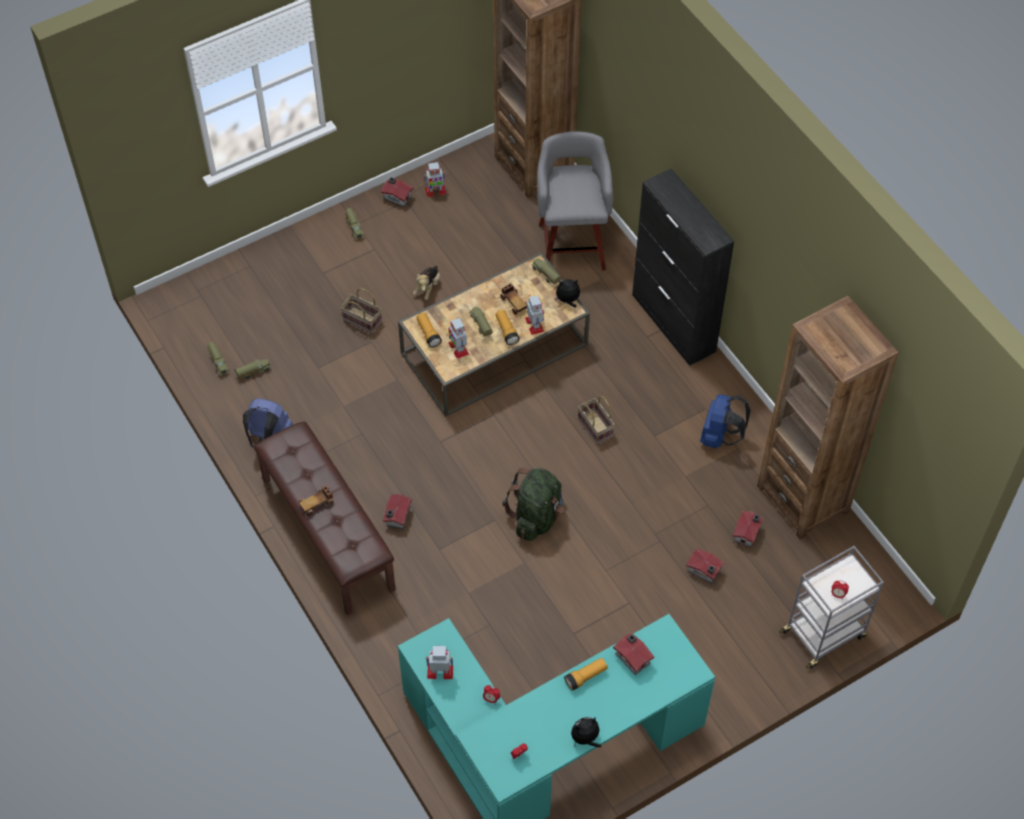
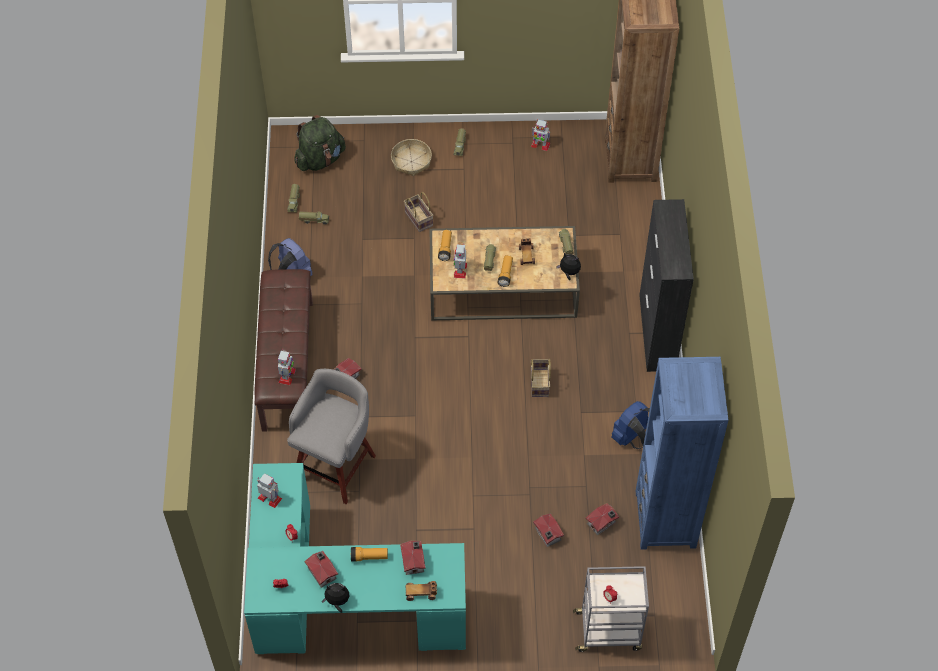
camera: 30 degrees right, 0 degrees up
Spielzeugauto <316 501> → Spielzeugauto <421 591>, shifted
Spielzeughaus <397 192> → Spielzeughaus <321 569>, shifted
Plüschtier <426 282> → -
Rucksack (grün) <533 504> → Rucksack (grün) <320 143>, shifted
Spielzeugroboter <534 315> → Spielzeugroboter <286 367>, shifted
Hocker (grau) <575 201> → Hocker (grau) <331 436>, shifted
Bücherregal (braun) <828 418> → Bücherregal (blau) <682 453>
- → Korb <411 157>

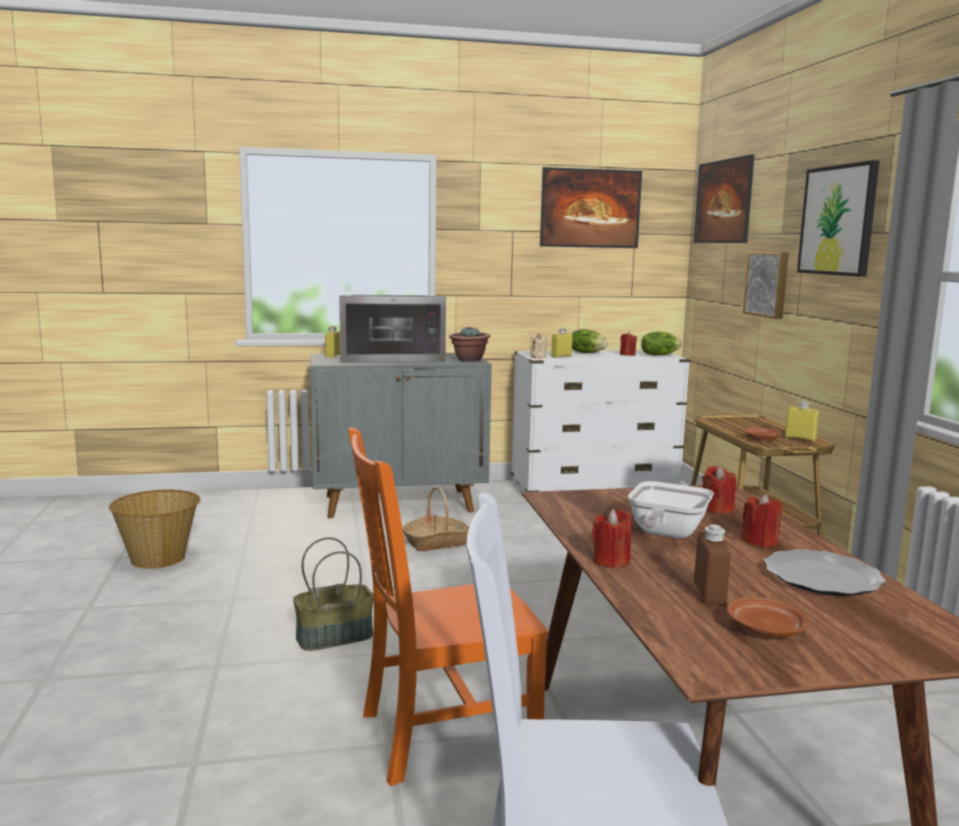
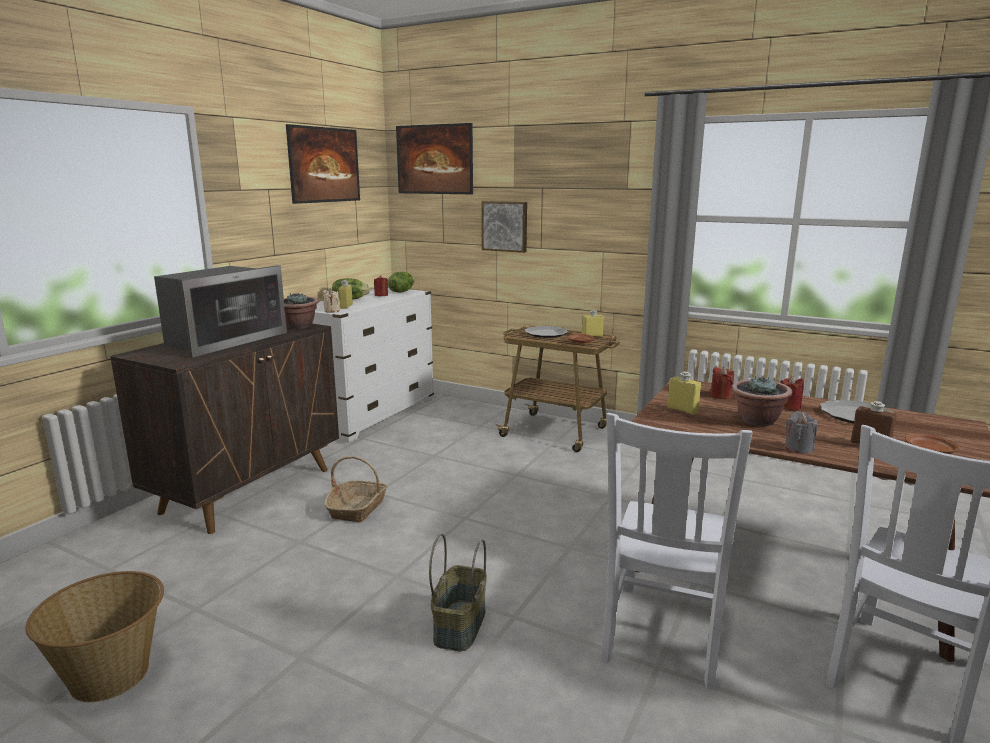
camera: 50 degrees left, 5 degrees up
Schrank (grau) <401 436> → Schrank (braun) <224 429>
Flasche (gelb) <332 342> → Flasche (gelb) <684 393>, shifted
Stuhl (orange) <448 606> → Stuhl (weiß) <677 551>
Kerze (rot) <612 538> → Kerze (grau) <801 432>
Pfanne <671 510> → Topfpflanze <761 401>
Bild <838 218> → -
- → Teller <546 332>

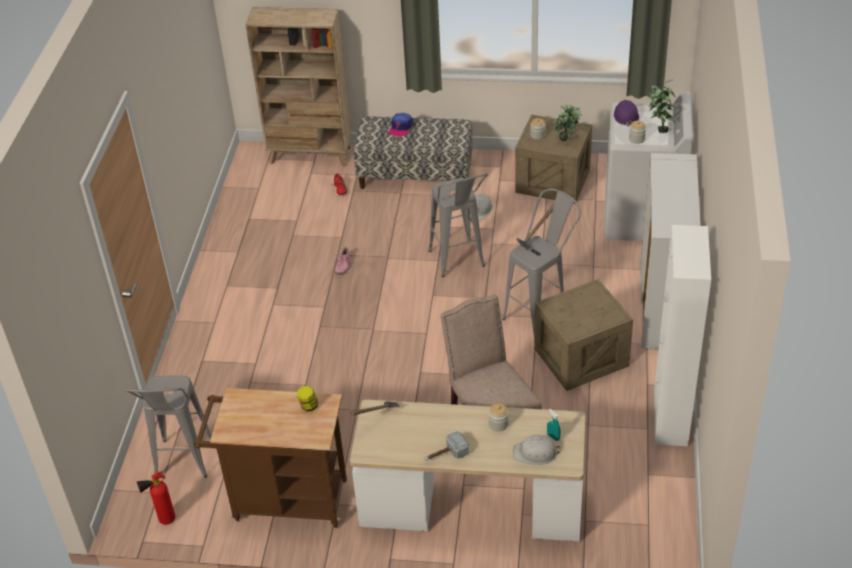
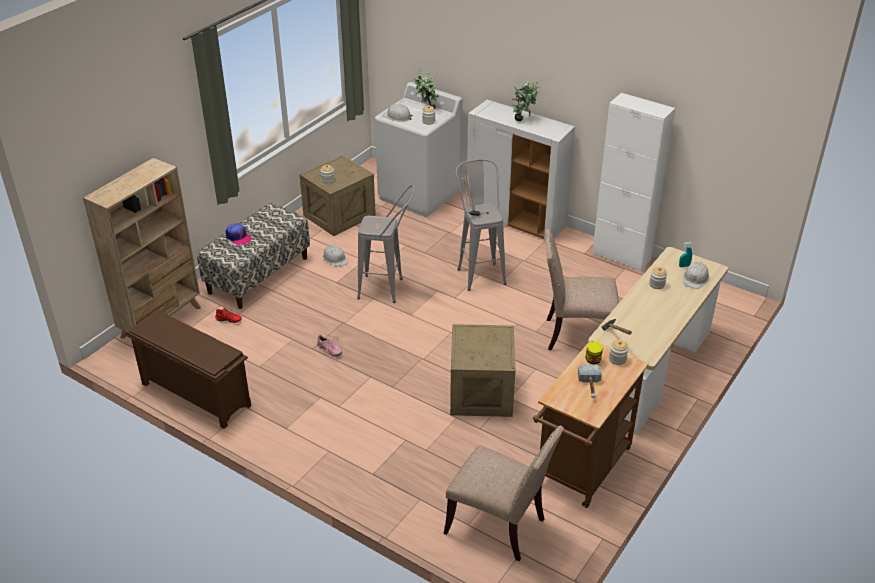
camera: 65 degrees left, 5 degrees down
Hocker (grau) <167 427> → Stuhl (beige) <503 493>
Feuerlöscher <156 498> → -
Hammer <446 446> → Hammer <590 381>, shifted
Kiste <583 335> → Kiste <482 370>, shifted
Topfpflanze <567 122> → Topfpflanze <526 101>, shifted
Schutzhelm (lila) <626 113> → Schutzhelm (weiß) <398 113>
- → Schuhregal (braun) <188 369>
- → Vorratsglas <619 352>

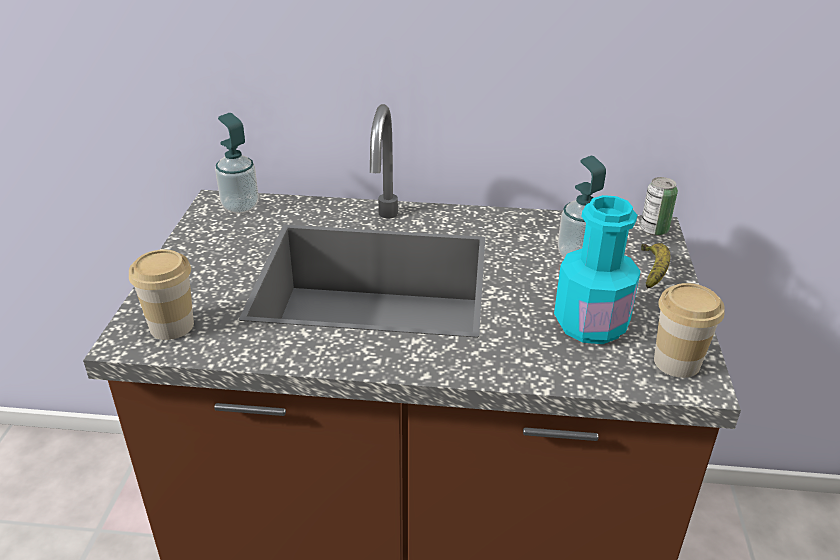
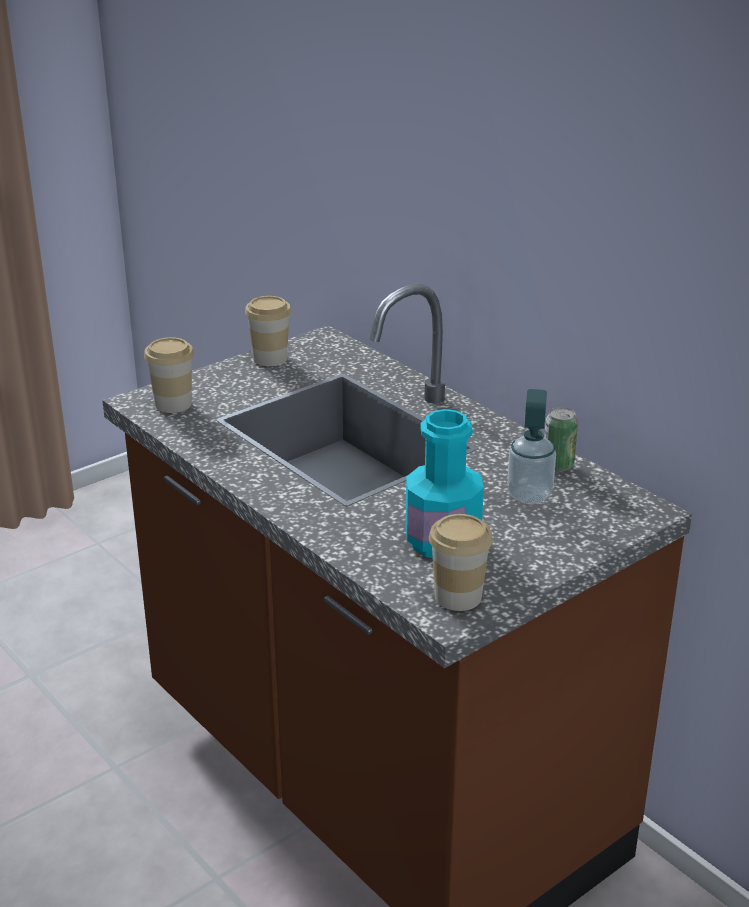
camera: 45 degrees right, 5 degrees down
Seifenspender <237 163> → -
Dose <659 206> → Dose <561 439>, shifted
Banane <655 266> → -
- → Tasse <268 331>

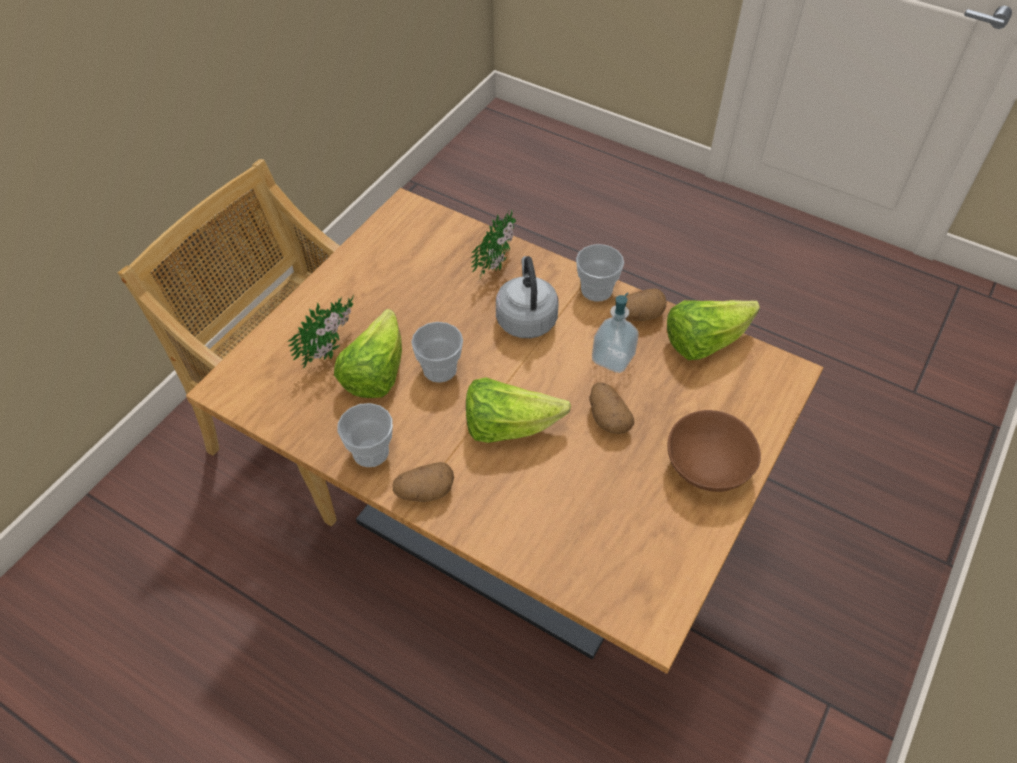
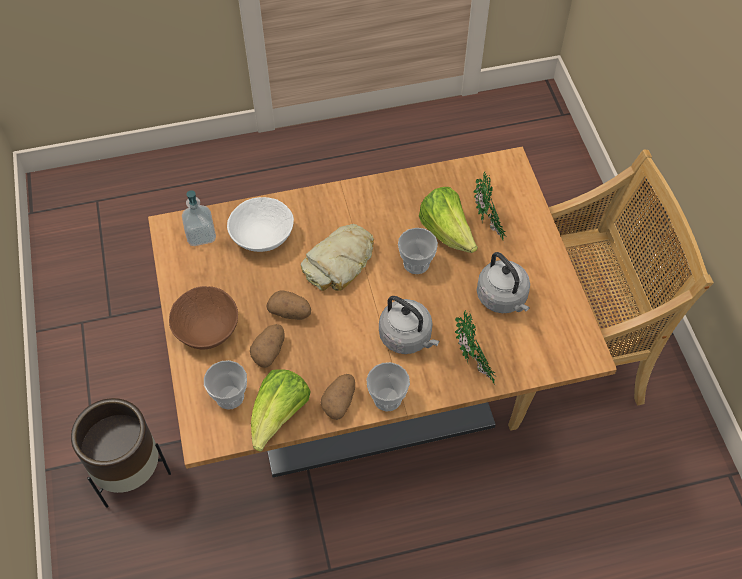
camera: 135 degrees right, 5 degrees up
Tasse <365 435> → Tasse <225 384>, shifted
Kartoffel <423 482> → Kartoffel <267 346>, shifted
Salatkopf <518 410> → Brot <337 257>
Seifenspender <615 333> → Seifenspender <199 218>, shifted
- → Pflanzkübel (braun) <121 453>
- → Schüssel (weiß) <260 224>
- → Wasserkessel (grau) <503 282>

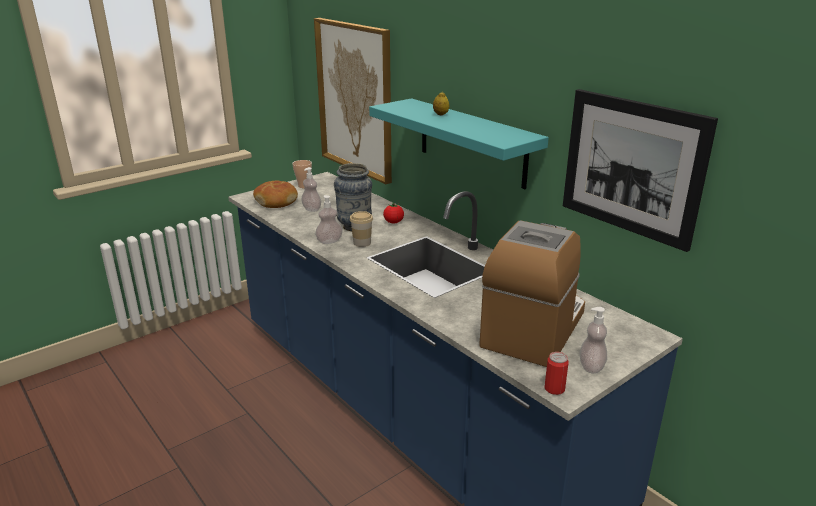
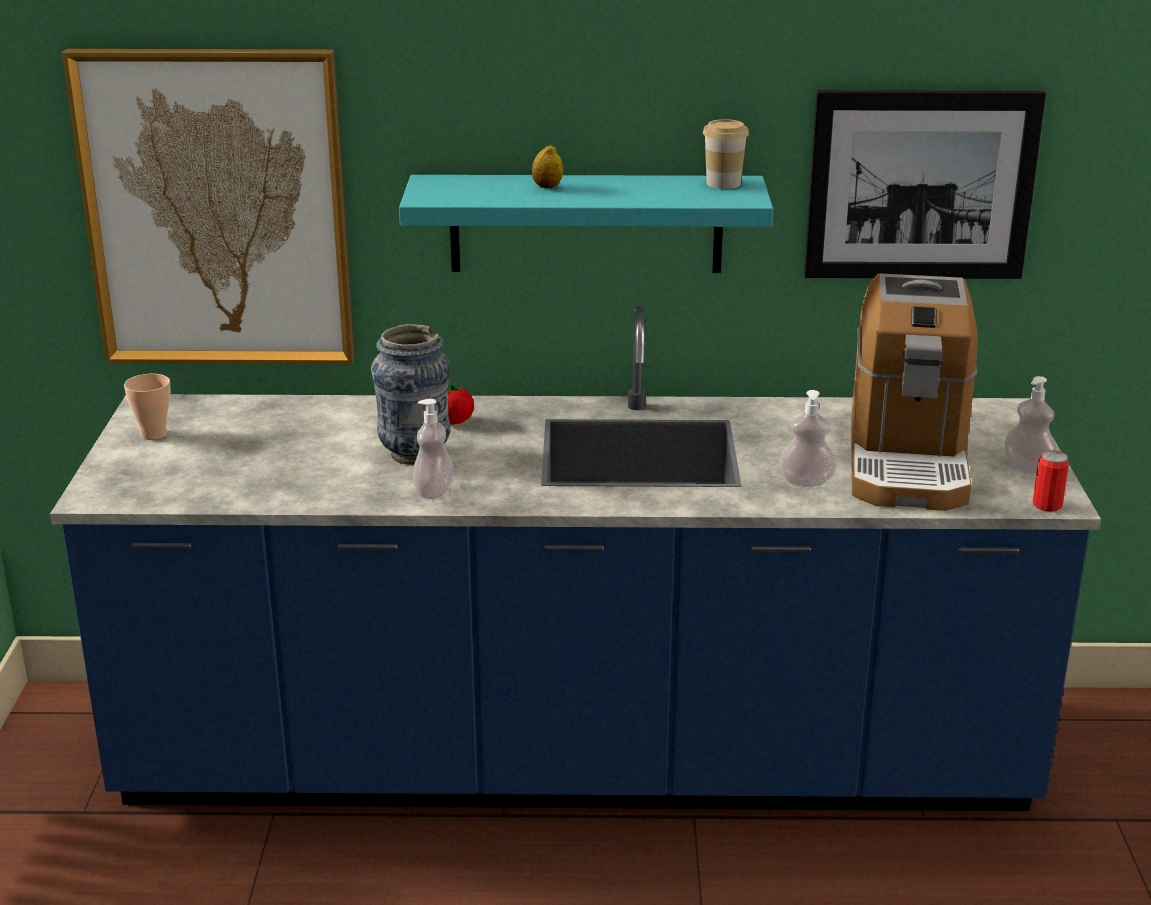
camera: 50 degrees left, 0 degrees up
Brot <275 194> → -
Seifenspender <311 189> → Seifenspender <807 438>, shifted
Tasse <361 229> → Tasse <726 154>, shifted
Kaffeemaschine <532 293> → Kaffeemaschine <914 392>, 150 degrees counterclockwise

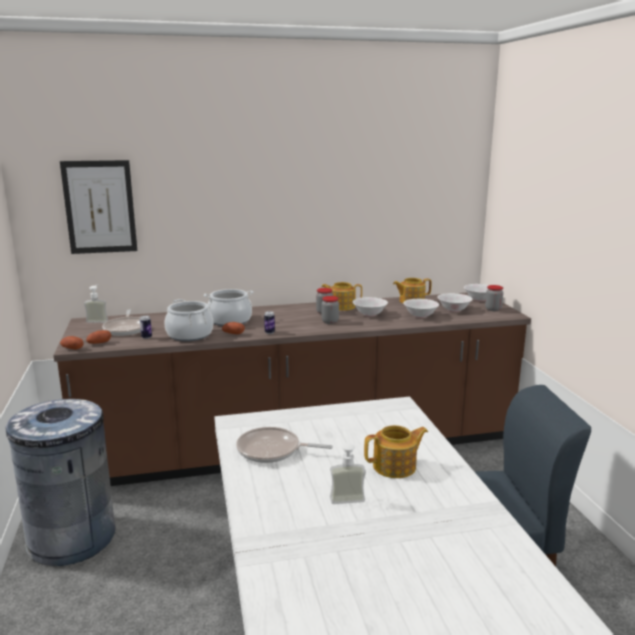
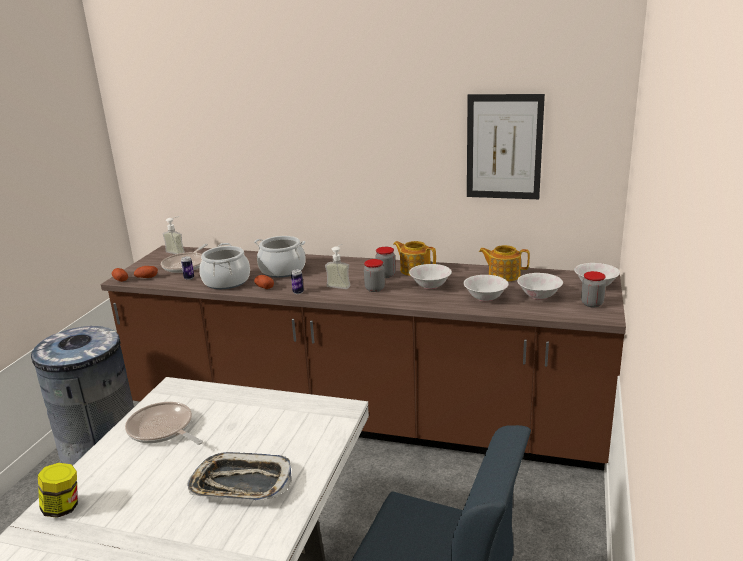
camera: 30 degrees right, 5 degrees up
Bild <98 207> → Bild <506 146>, shifted
Seifenspender <348 470> → Seifenspender <338 266>, shifted
Teekanne <396 451> → Tablett <239 476>
- → Vorratsglas <58 490>

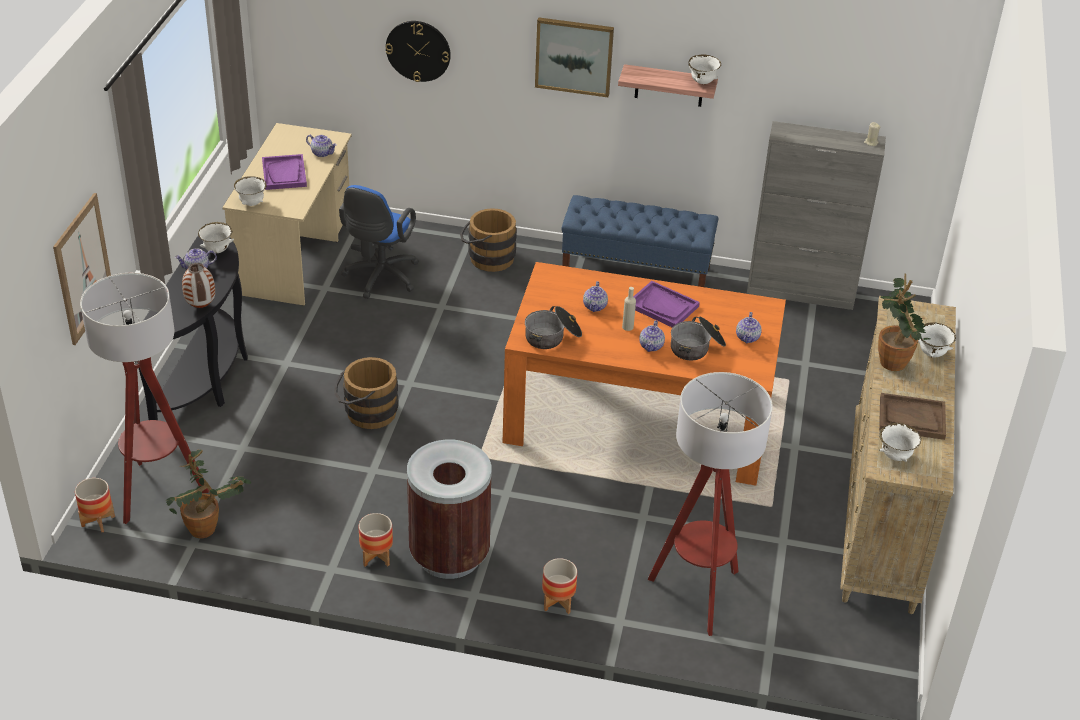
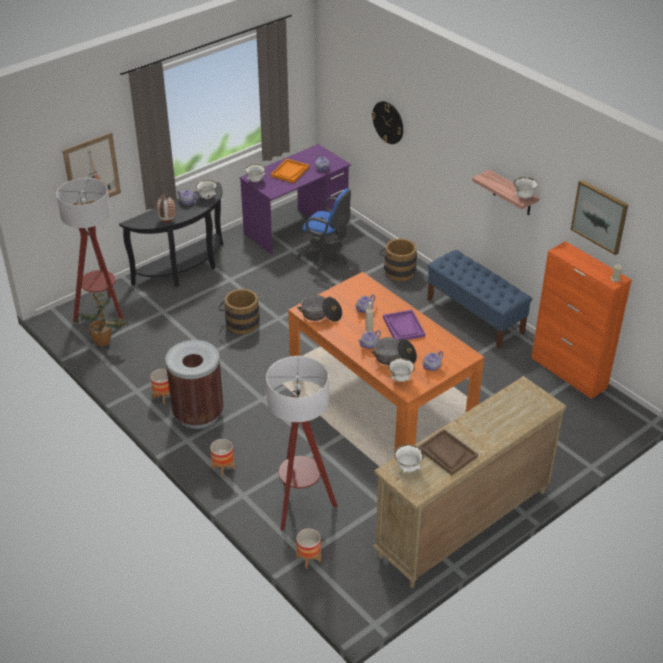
camera: 40 degrees right, 0 degrees up
Pflanzkübel <95 505> → Pflanzkübel <308 549>, shifted
Schreibtisch (beige) <287 214> → Schreibtisch (lila) <295 199>
Tablett (lila) <284 172> → Tablett (orange) <290 171>
Bürostuhl (blau) <379 242> → Bürostuhl (blau) <323 229>, 120 degrees counterclockwise
Bild <574 57> → Bild <599 217>, shifted
Schrank (grau) <816 215> → Schrank (orange) <581 320>
Topfpflanze <904 322> → -
Schüssel (weiß) <937 339> → Schüssel (weiß) <401 370>, shifted

